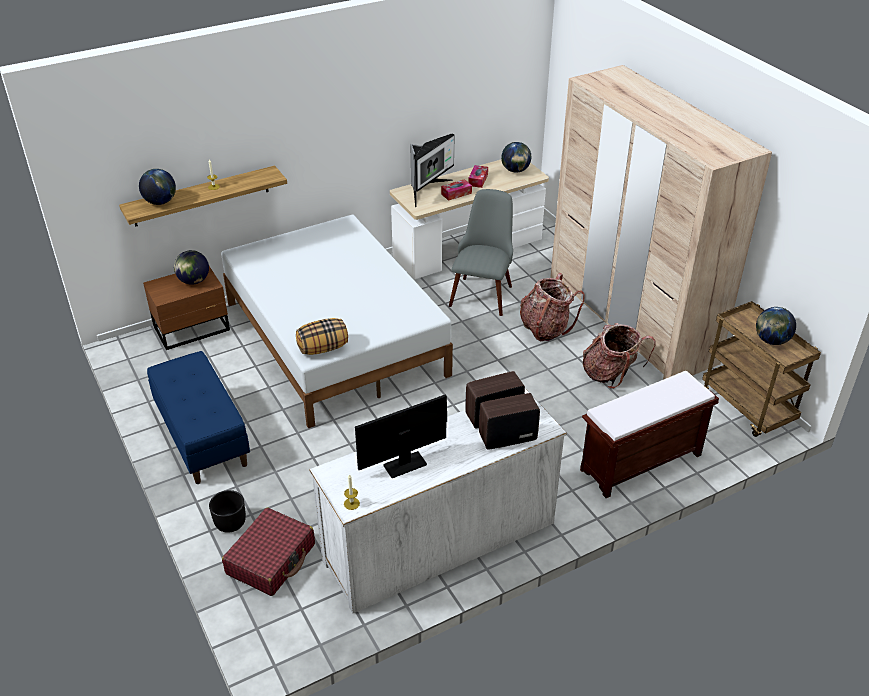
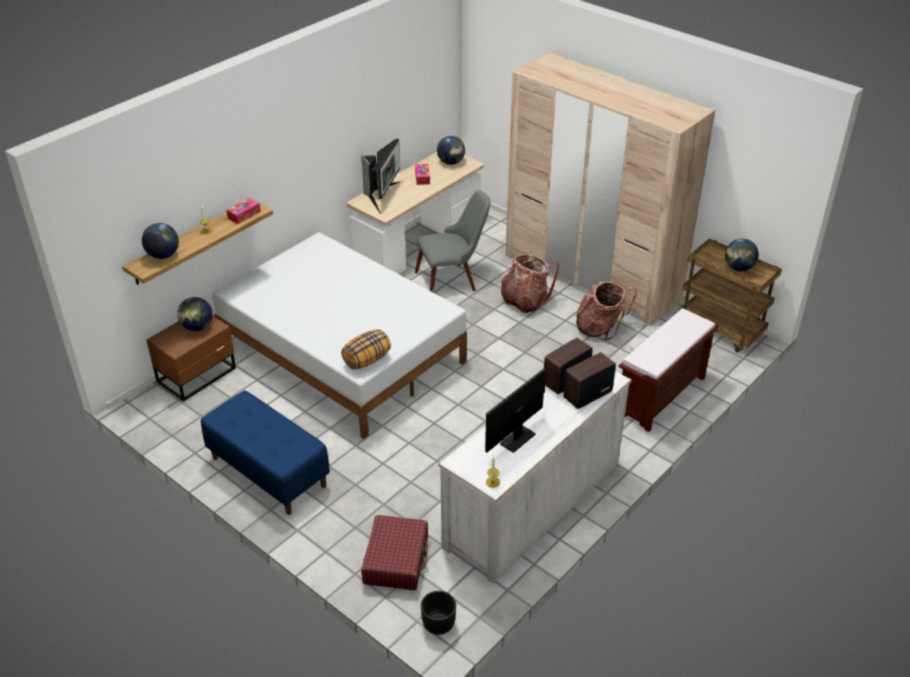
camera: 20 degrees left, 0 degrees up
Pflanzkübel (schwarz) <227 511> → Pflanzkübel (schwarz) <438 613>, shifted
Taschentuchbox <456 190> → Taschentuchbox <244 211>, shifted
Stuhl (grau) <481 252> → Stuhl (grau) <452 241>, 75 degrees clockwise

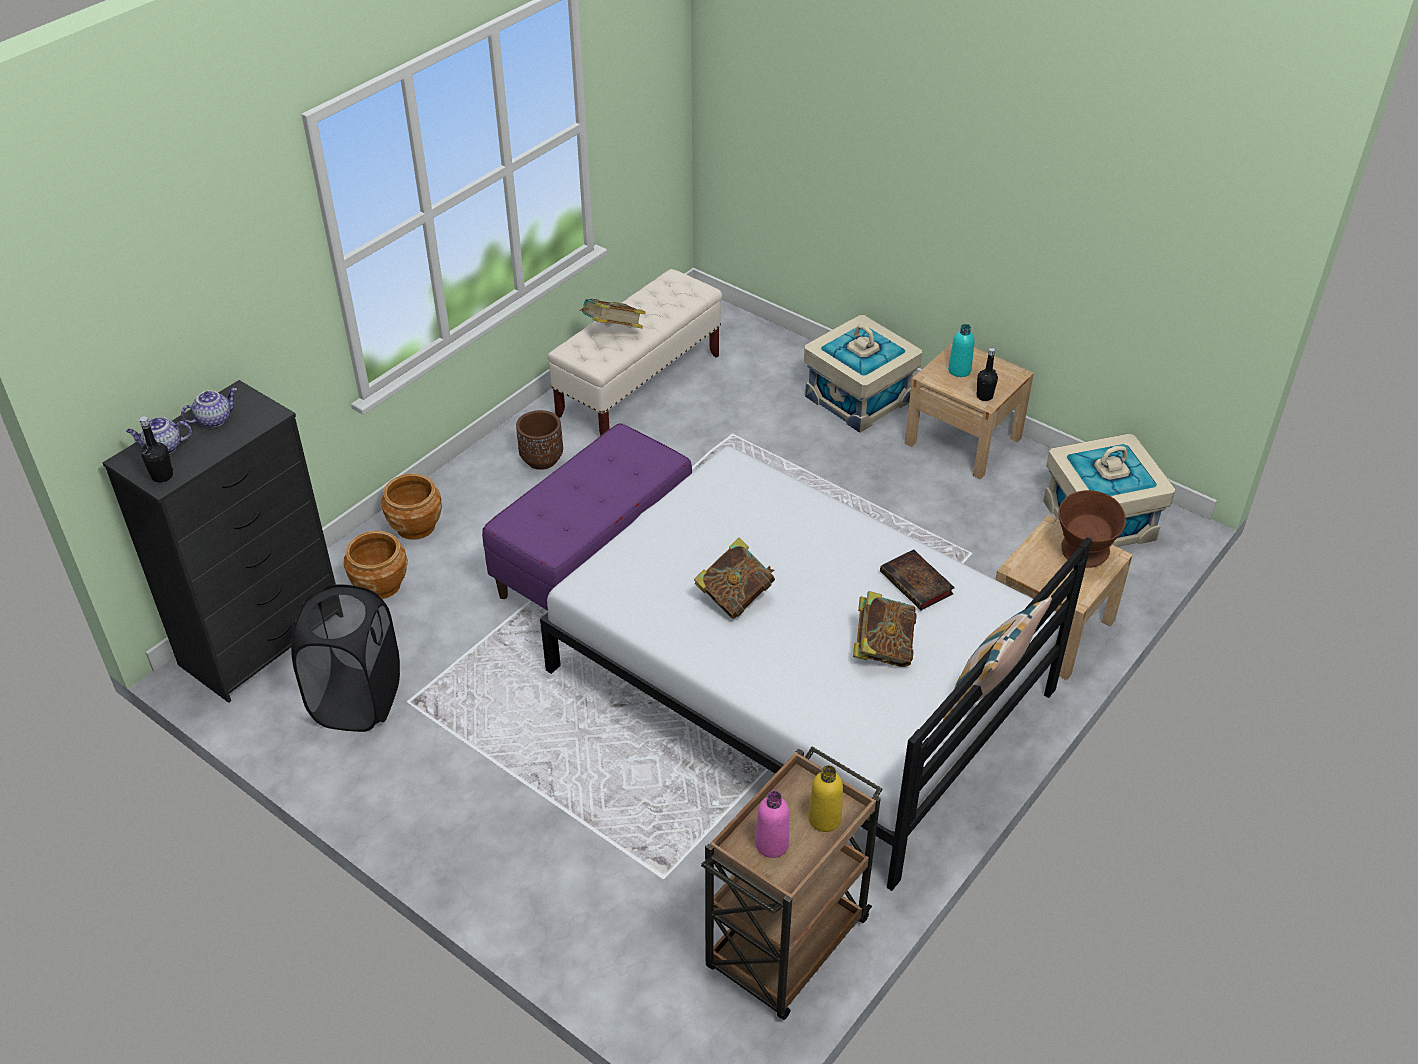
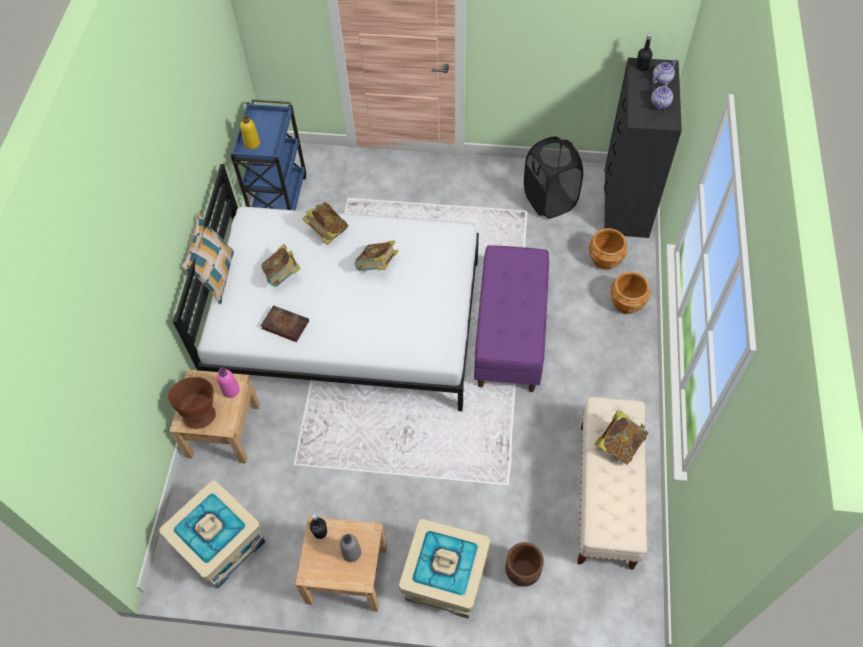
camera: 150 degrees right, 15 degrees up
Pflanzkübel (braun) <539 440> → Pflanzkübel (braun) <524 564>, shifted
Rollwagen (braun) <792 883> → Rollwagen (blau) <268 154>
Flasche (rosa) <772 824> → Flasche (rosa) <228 383>, shifted
Flasche (türkis) <961 350> → Flasche (grau) <350 548>
- → Buch <325 223>

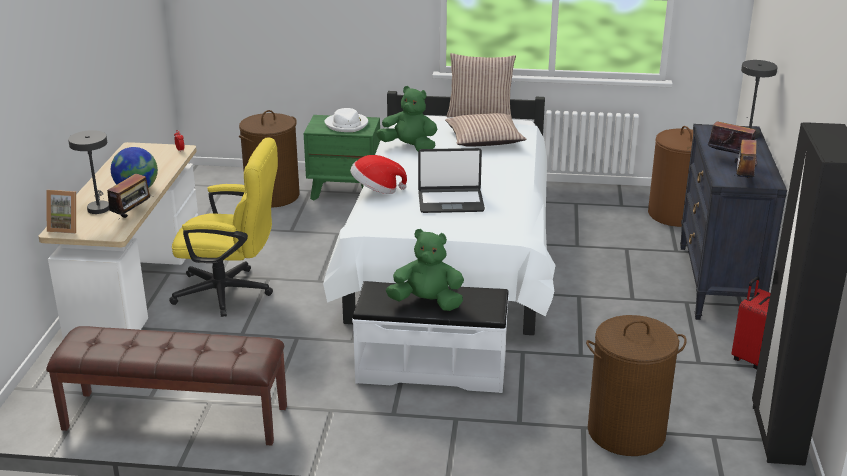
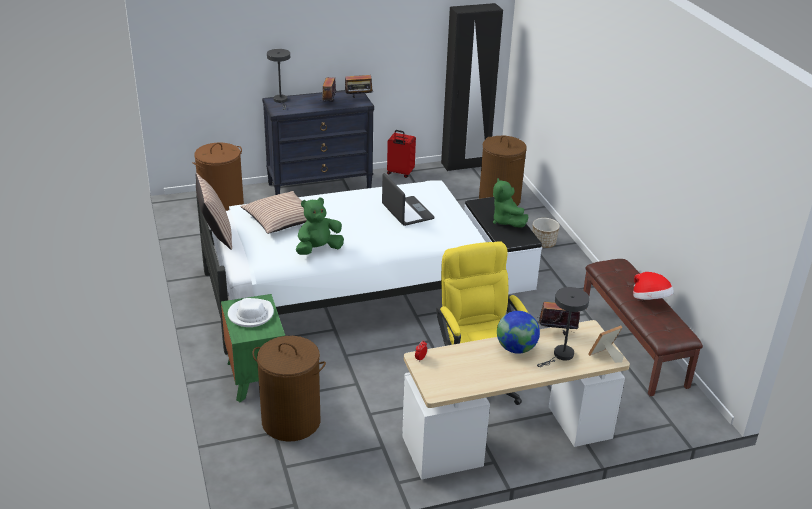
camera: 115 degrees left, 5 degrees up
Bilderrahmen <61 212> → Bilderrahmen <606 344>, 105 degrees counterclockwise
Hut <378 174> → Hut <653 286>, shifted
Plüschtier (grün) <406 118> → Plüschtier (grün) <320 226>, 60 degrees clockwise
- → Pflanzkübel <546 233>

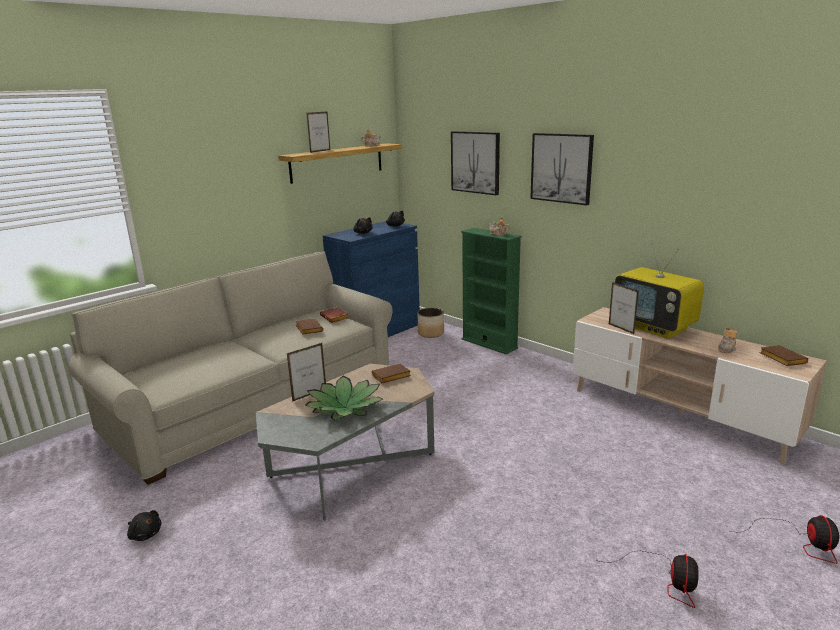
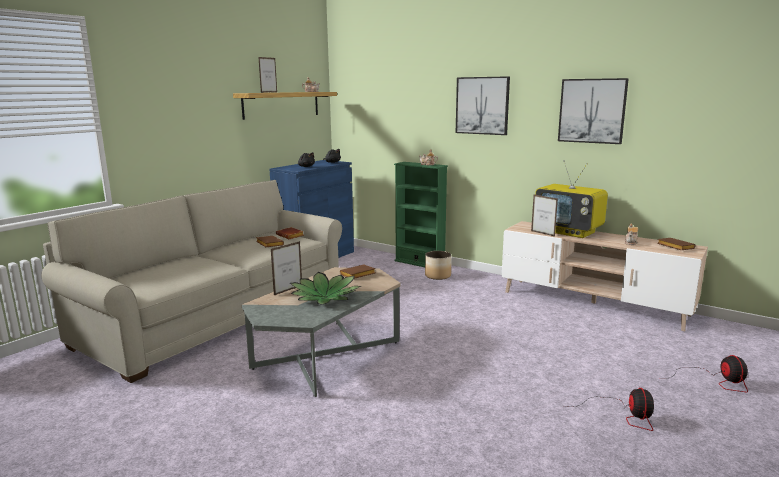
camera: 10 degrees left, 5 degrees down
Plüschtier (schwarz) <144 525> → -
Pflanzkübel <430 323> → Pflanzkübel <438 265>, shifted
Bild <475 163> → Bild <593 111>, shifted

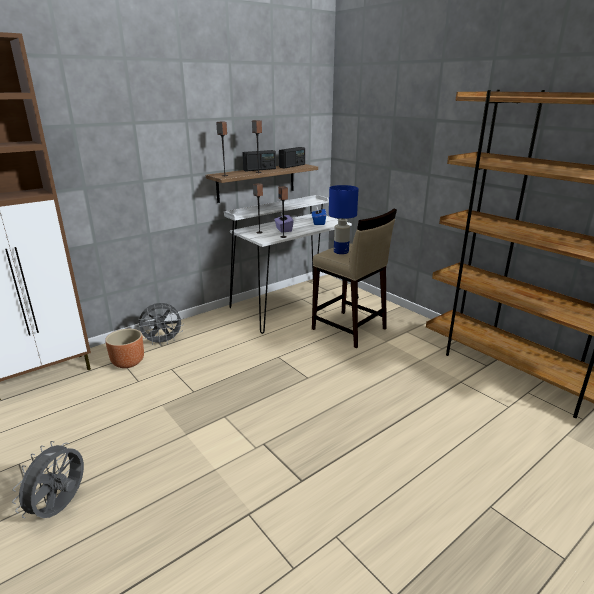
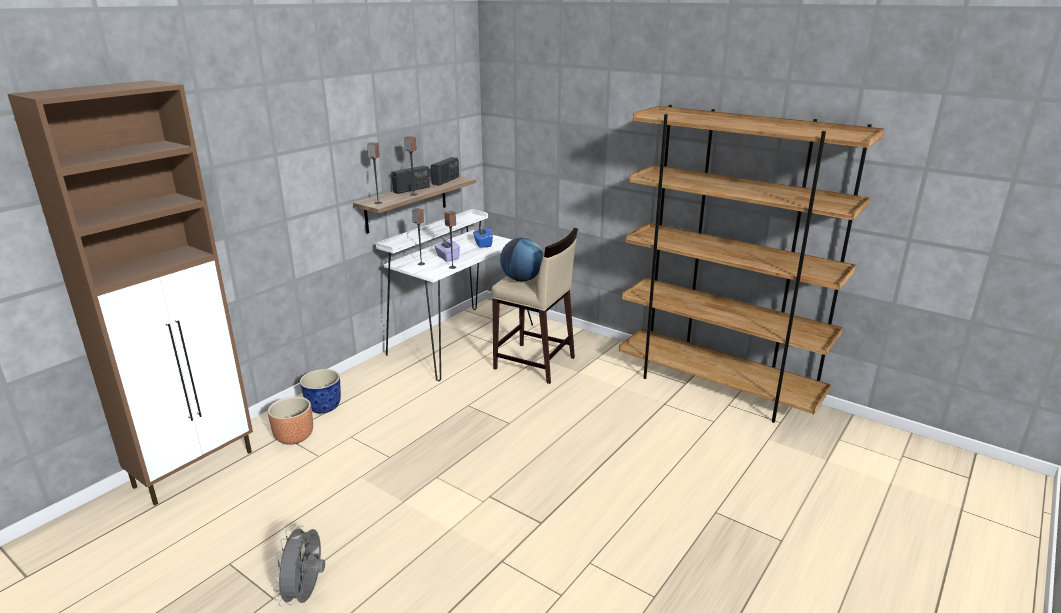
camera: 15 degrees left, 0 degrees up
Ventilator (grau) <160 324> → Pflanzkübel <320 391>
Tischlampe (blau) <344 219> → Globus <522 259>

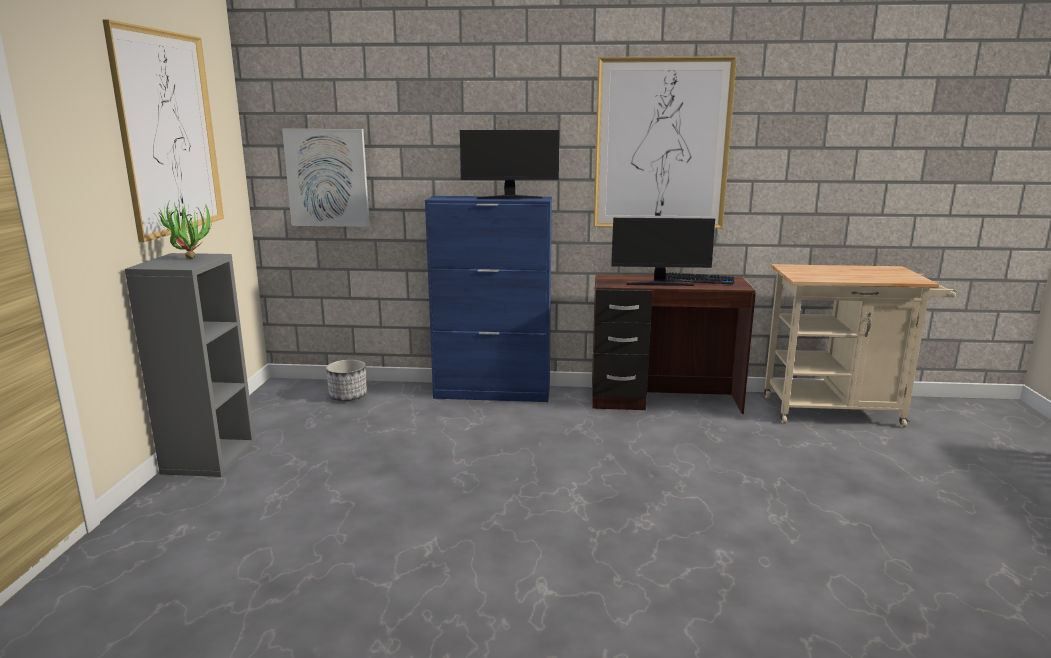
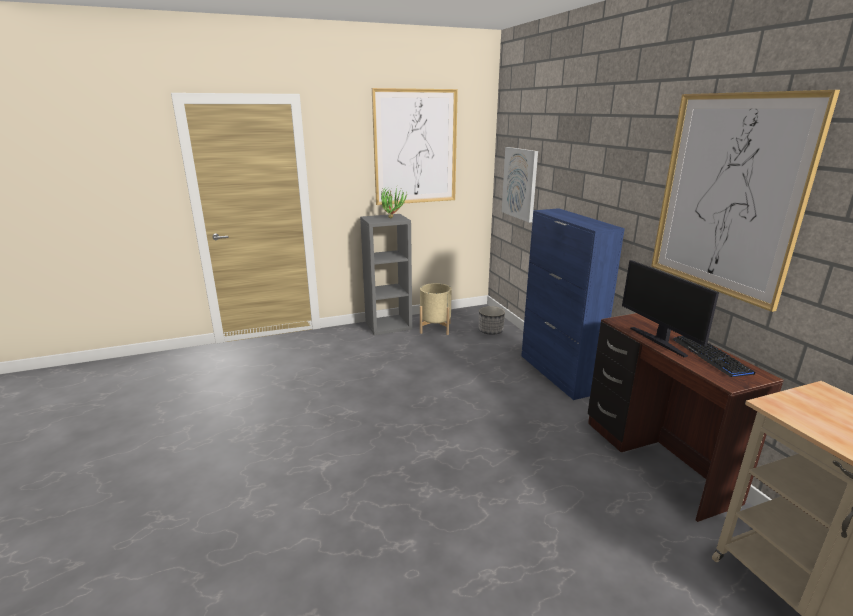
camera: 65 degrees right, 5 degrees up
Monitor <509 164> → -
- → Pflanzkübel (beige) <436 309>

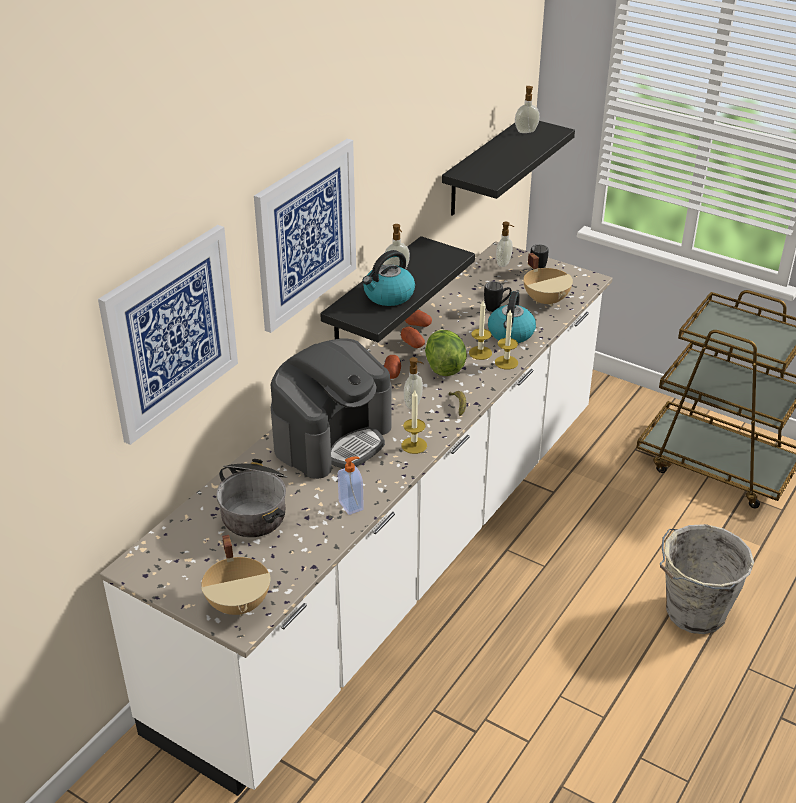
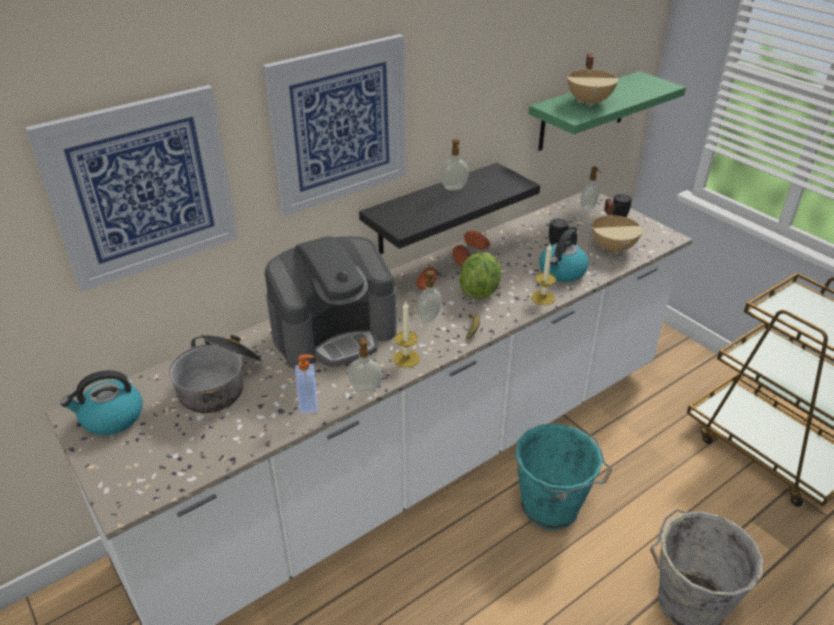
camera: 20 degrees right, 0 degrees up
Kochtopf (beige) <236 575> → Kochtopf (beige) <593 80>, shifted
Wasserkessel <388 278> → Wasserkessel <101 402>, shifted
Wandregal (schwarz) <508 168> → Wandregal (grün) <607 111>
Kerze <480 330> → -
Seifenspender <527 109> → Seifenspender <365 364>, shifted
- → Eimer (türkis) <564 476>

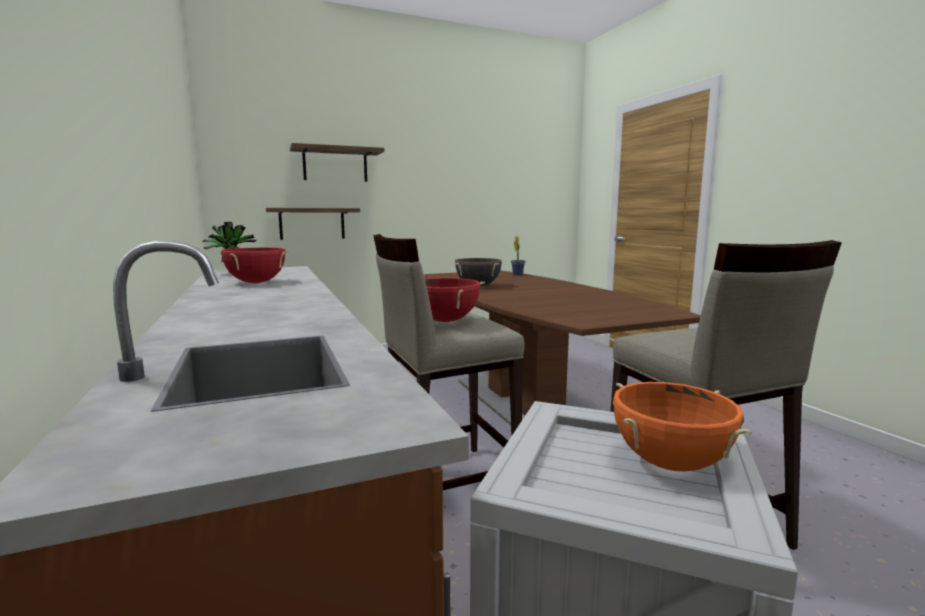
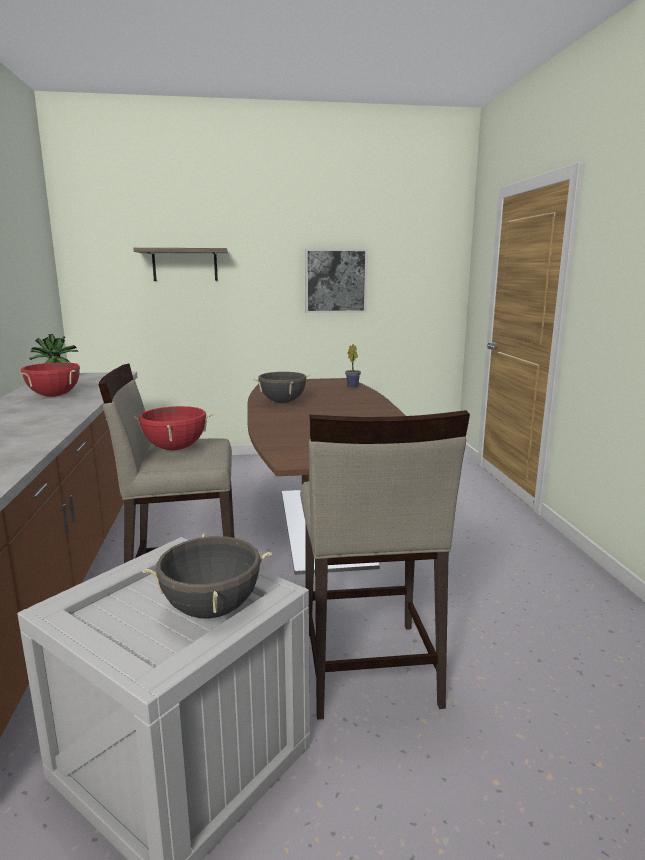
camera: 15 degrees right, 5 degrees up
Wandregal <313 224> → -
Kochtopf (orange) <682 426> → Kochtopf (schwarz) <207 576>
- → Bild <336 280>

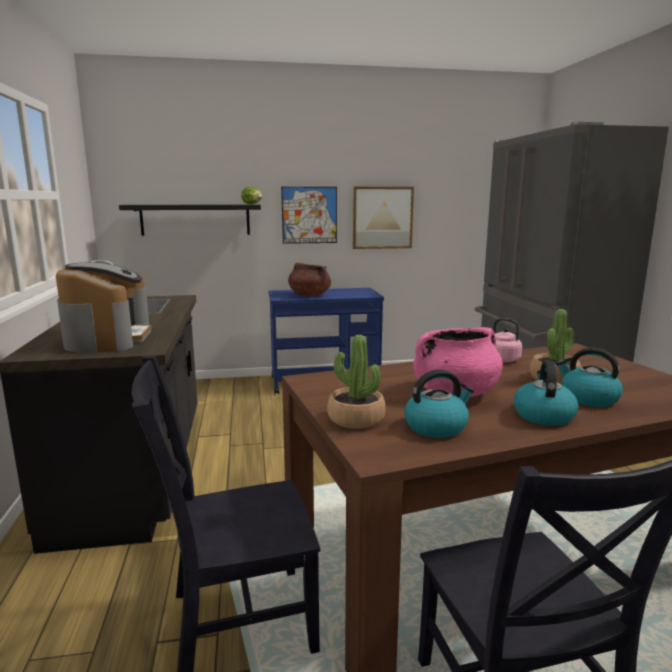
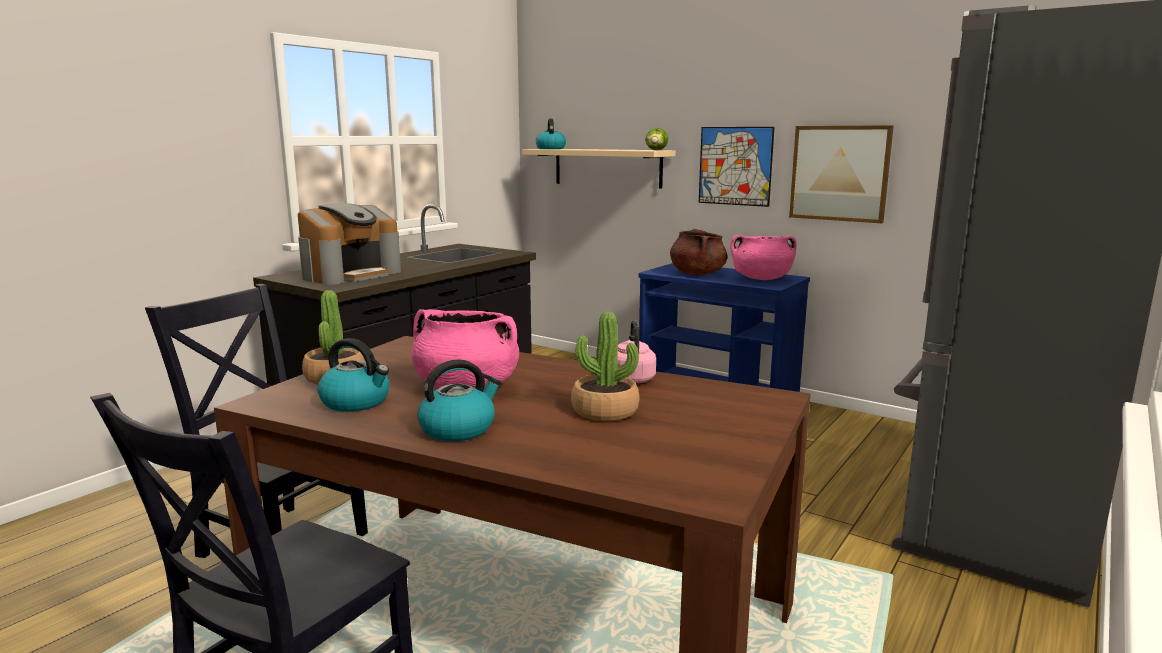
camera: 45 degrees right, 0 degrees up
Wandregal (schwarz) <190 220> → Wandregal (beige) <599 169>
Wasserkessel <589 377> → Wasserkessel <551 134>, shifted
- → Kochtopf (rosa) <763 257>

